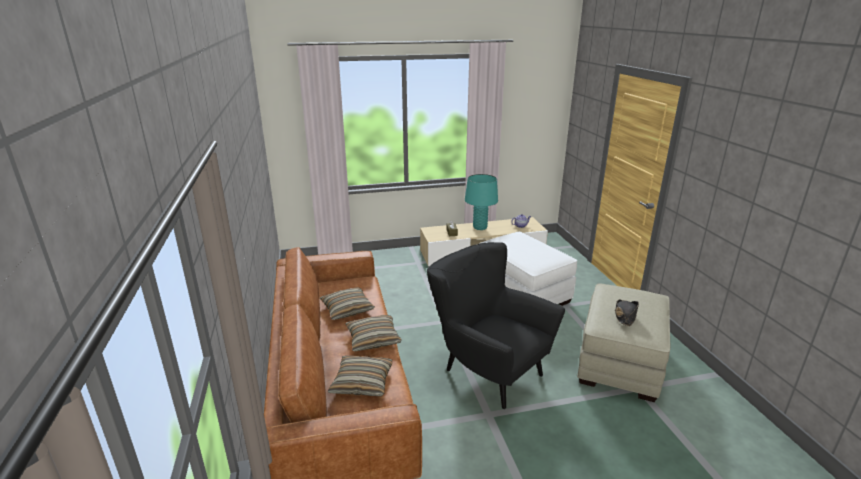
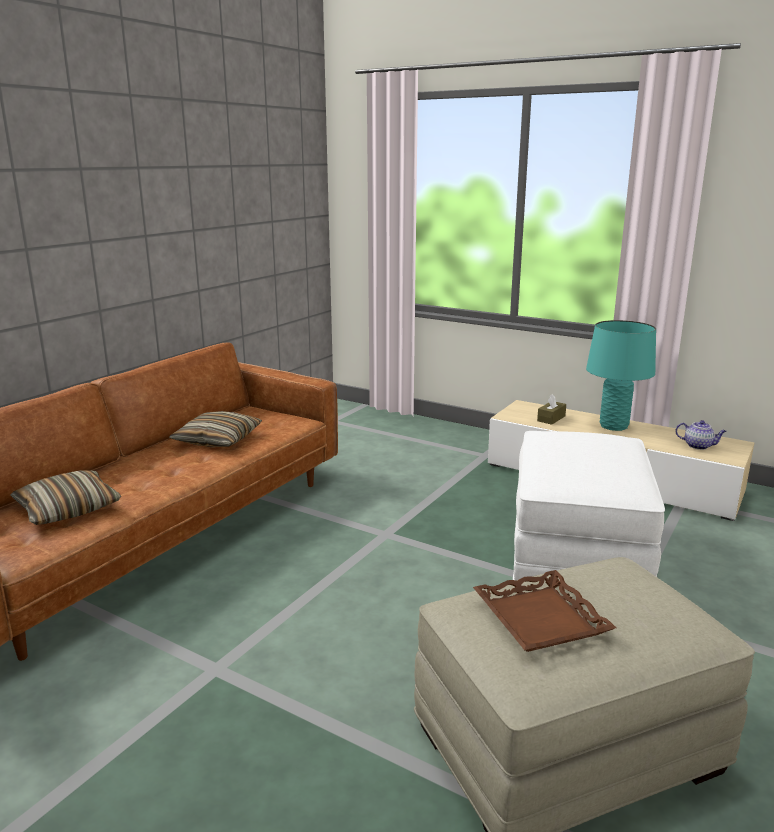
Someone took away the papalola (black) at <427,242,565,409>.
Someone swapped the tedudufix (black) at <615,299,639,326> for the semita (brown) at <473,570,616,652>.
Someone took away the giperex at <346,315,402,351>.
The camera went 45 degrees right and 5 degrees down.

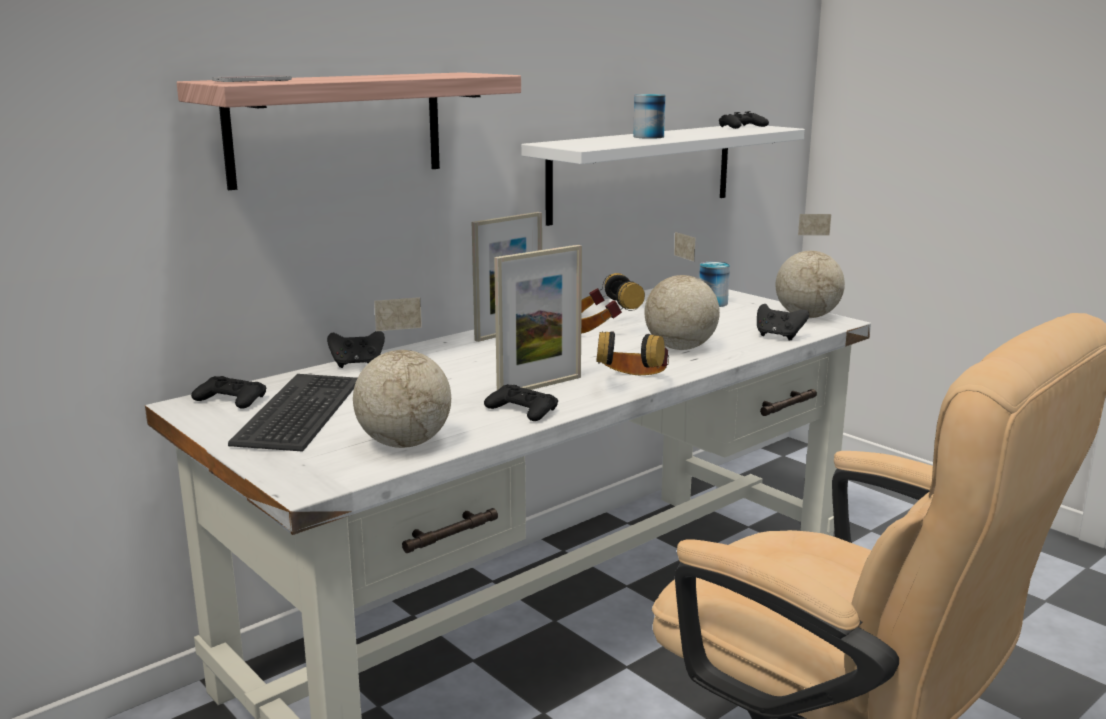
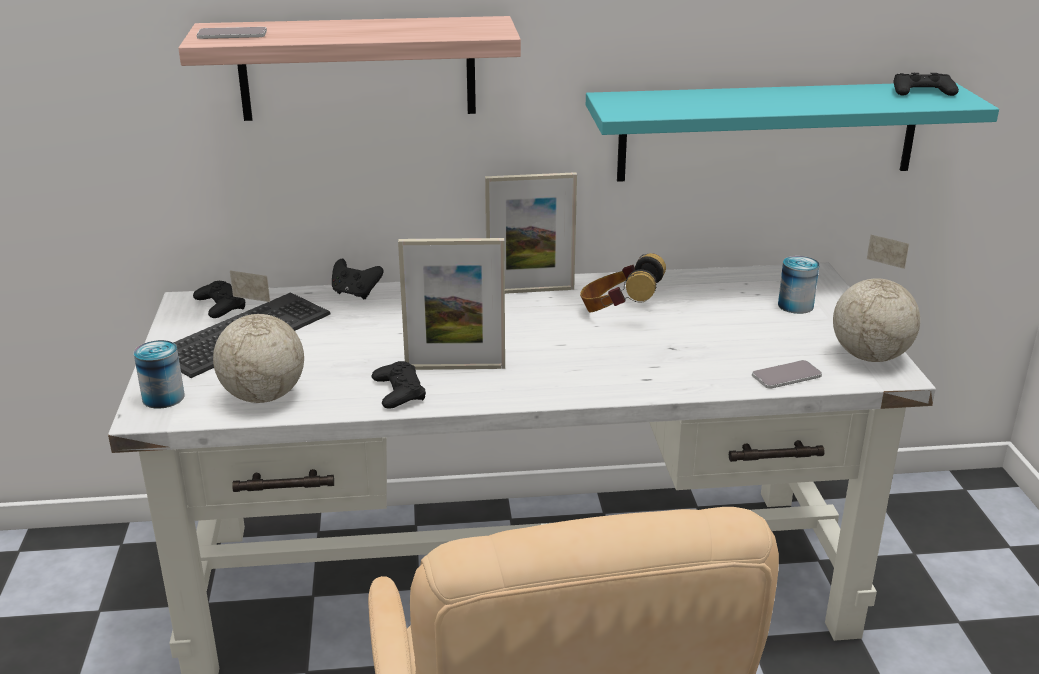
Someone carried the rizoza from <633,94,666,139> to <134,340,185,409>.
Someone repainted the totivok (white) at <521,124,805,226>, which became the totivok (turquoise) at <586,82,999,182>.
Someone took away the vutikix at <645,232,720,350>.
Someone swapped the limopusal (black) at <757,304,809,341> for the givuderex at <752,360,822,389>.
Someone took away the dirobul at <596,331,669,375>.
The camera went 35 degrees right and 10 degrees up.

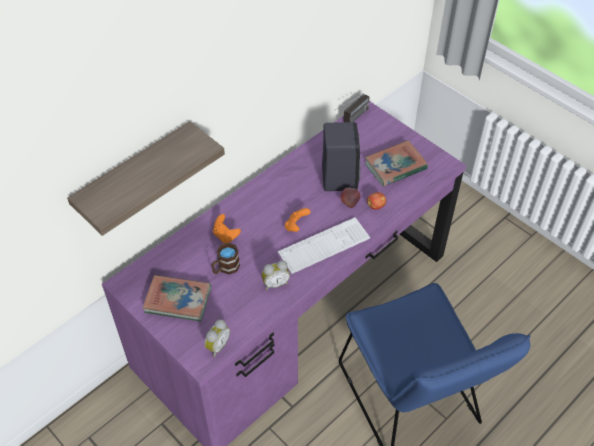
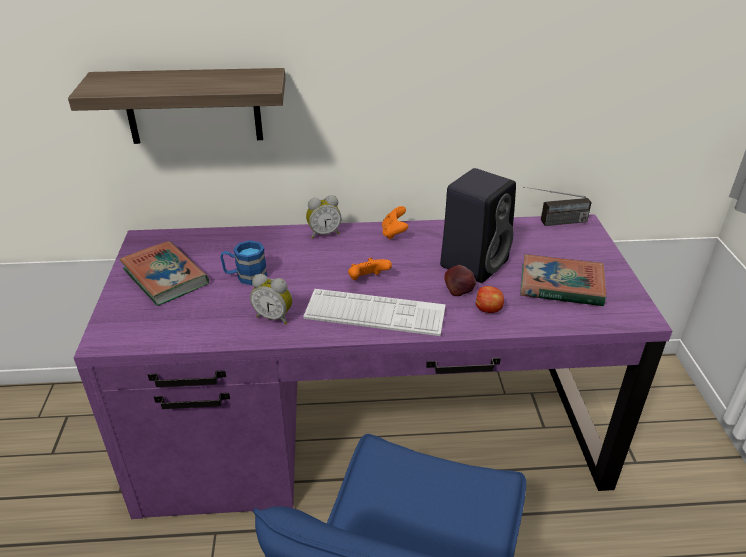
Someone carried the limopusal (orange) from <213,214,241,243> to <382,206,408,240>.
Someone repainted the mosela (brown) at <212,242,240,275>, which became the mosela (blue) at <220,240,268,285>.
Someone carried the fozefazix from <204,319,230,357> to <306,195,342,239>.
The camera went 40 degrees right and 15 degrees down.

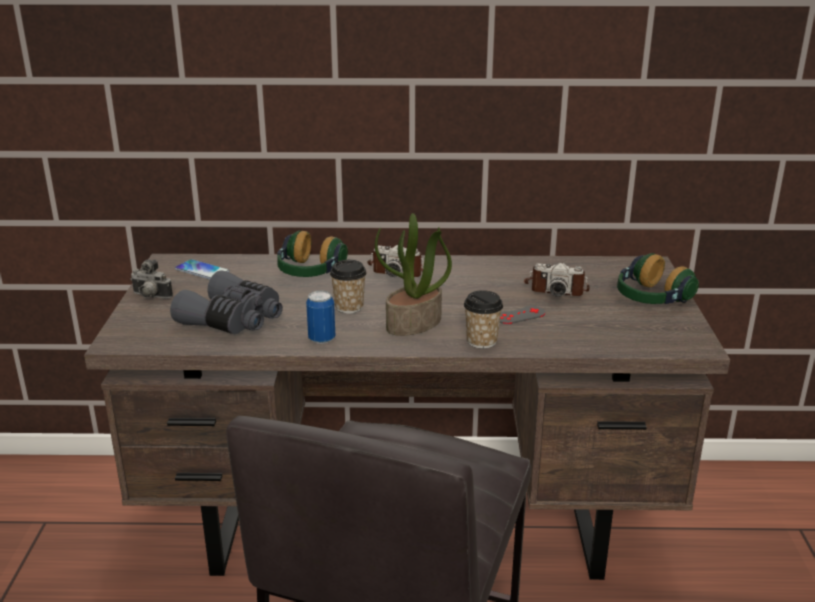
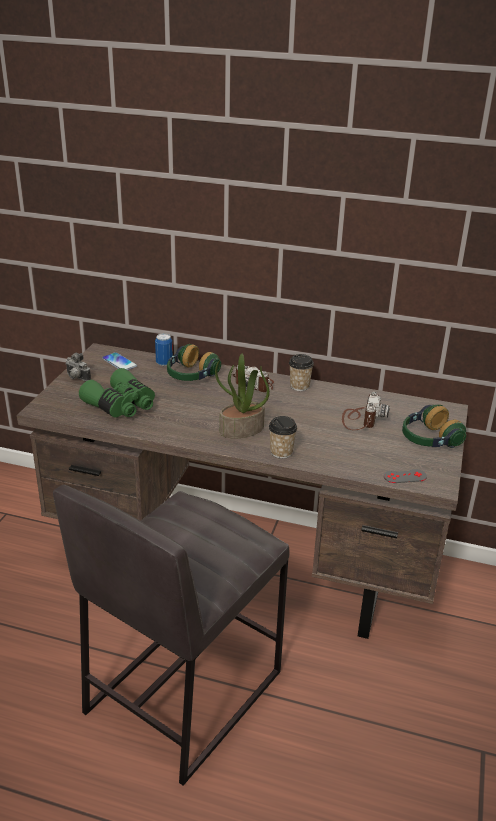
Someone carried the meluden from <330,260,367,314> to <289,354,314,391>.
Someone rotated the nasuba at <524,262,590,297> by 105 degrees counterclockwise.
Someone repainted the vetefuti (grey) at <170,270,283,334>, which became the vetefuti (green) at <79,368,155,417>.
Someone carried the rizoza from <306,290,335,344> to <155,333,173,366>.
Someone carried the limopusal (grey) from <500,306,545,324> to <384,469,427,483>.
The camera went 15 degrees right and 5 degrees up.

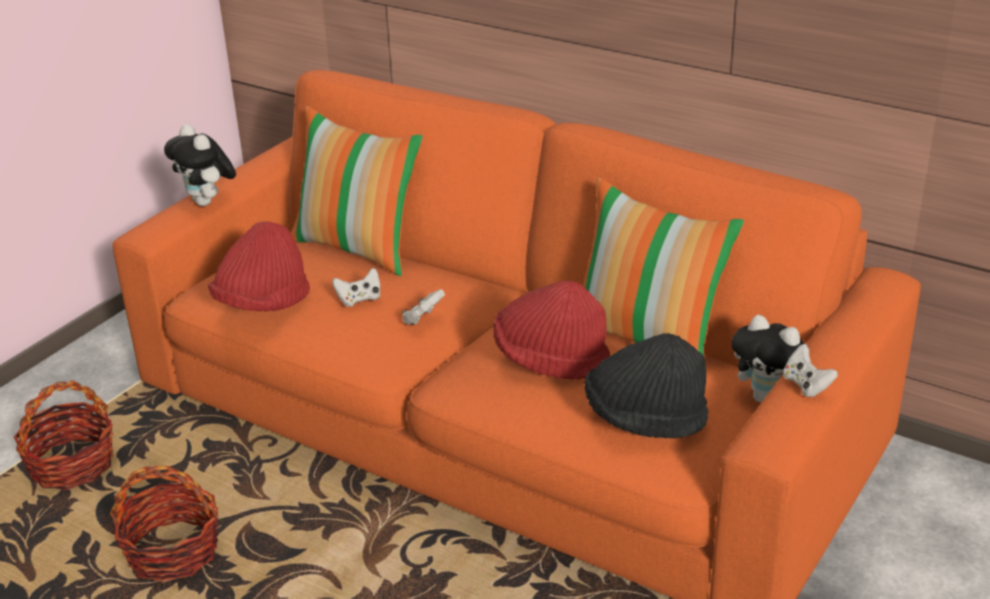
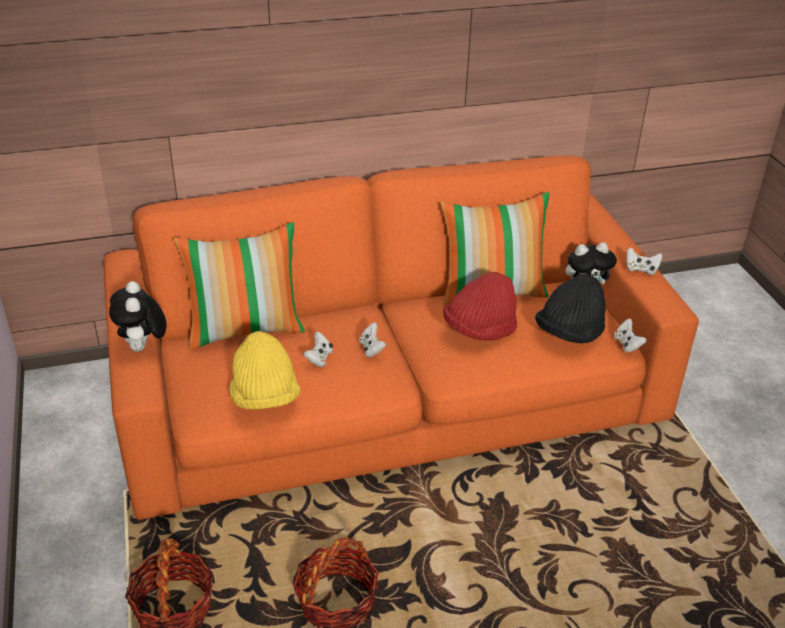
Someone rotated the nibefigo at <164,124,236,206> by 75 degrees clockwise.
Someone repainted the tedudufix (red) at <208,221,310,312>, which became the tedudufix (yellow) at <229,331,301,409>.
Someone put down the limopusal (white) at <614,319,647,353>.
The camera went 50 degrees left and 5 degrees up.

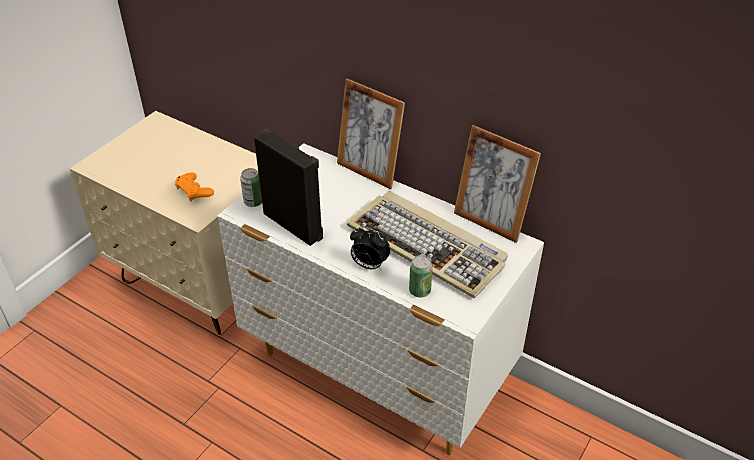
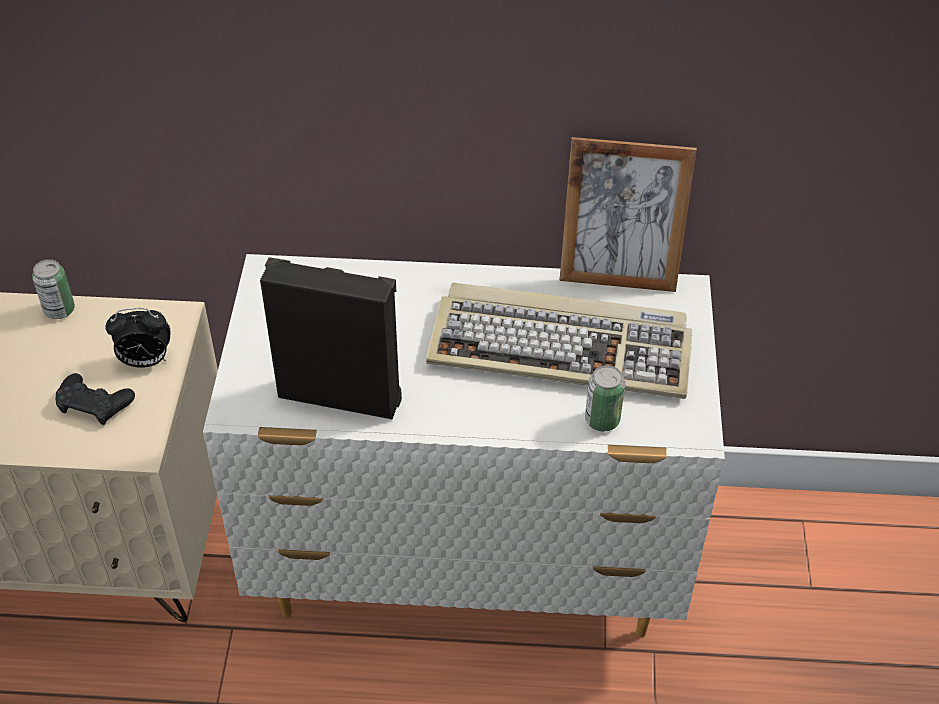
Someone took away the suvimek at <337,78,405,189>.
Someone carried the rizoza from <240,168,262,207> to <32,259,75,319>.
Someone repainted the limopusal (orange) at <175,172,214,202>, which became the limopusal (black) at <56,373,135,425>.
Someone carried the fozefazix from <350,227,390,270> to <105,308,171,368>.
The camera went 30 degrees left and 5 degrees up.

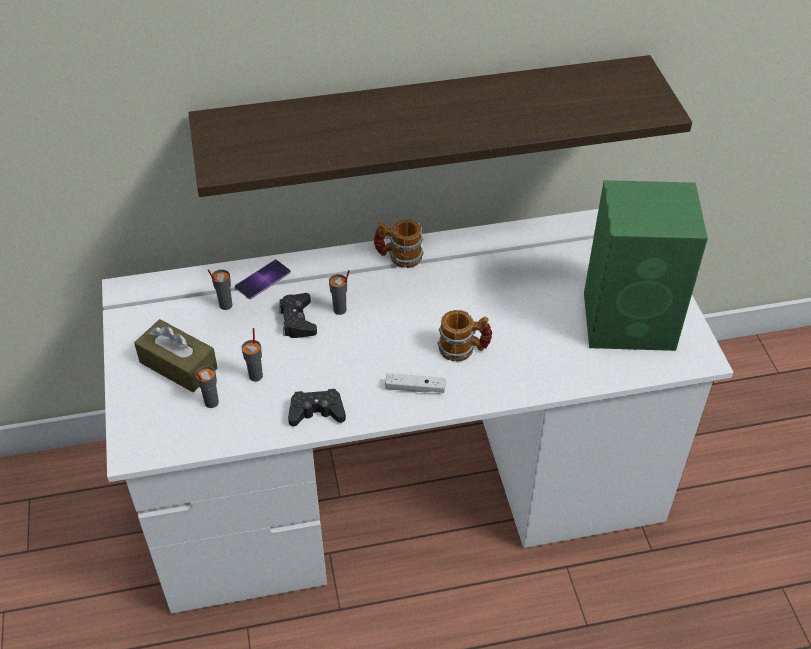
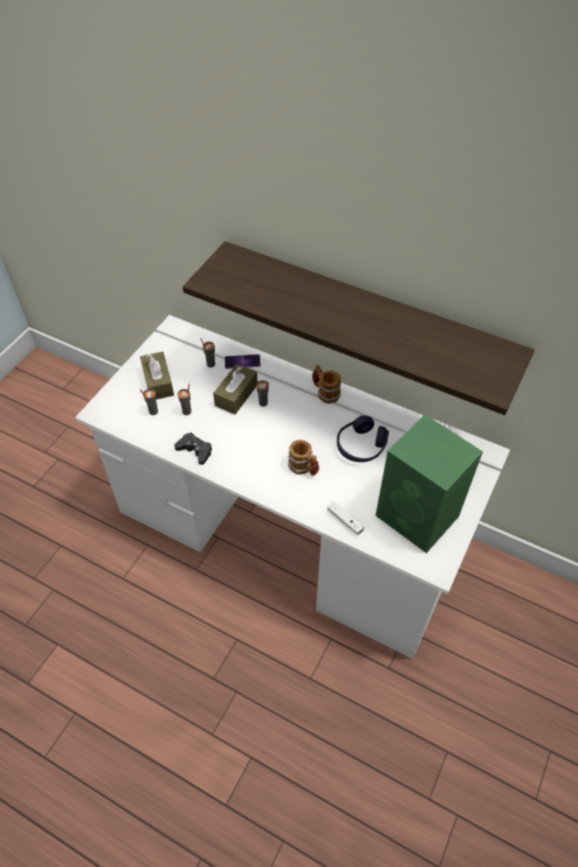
Someone swapped the limopusal (black) at <279,293,317,338> for the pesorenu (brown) at <213,364,258,415>.
Someone carried the limopusal (white) from <385,373,446,393> to <327,501,364,535>.
Someone put down the dirobul (purple) at <337,415,389,462>.
The camera went 40 degrees right and 5 degrees up.

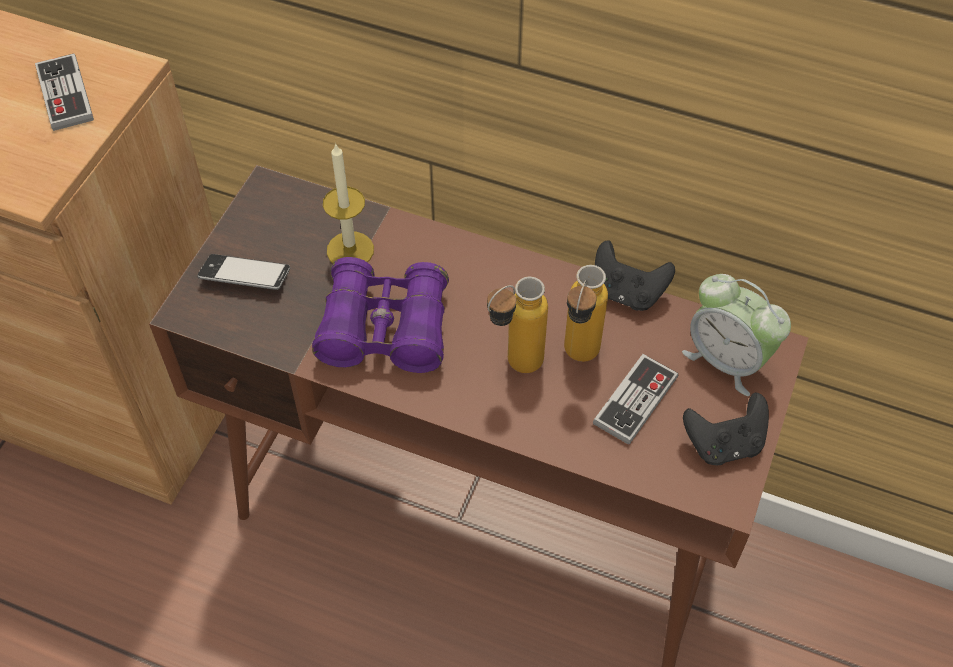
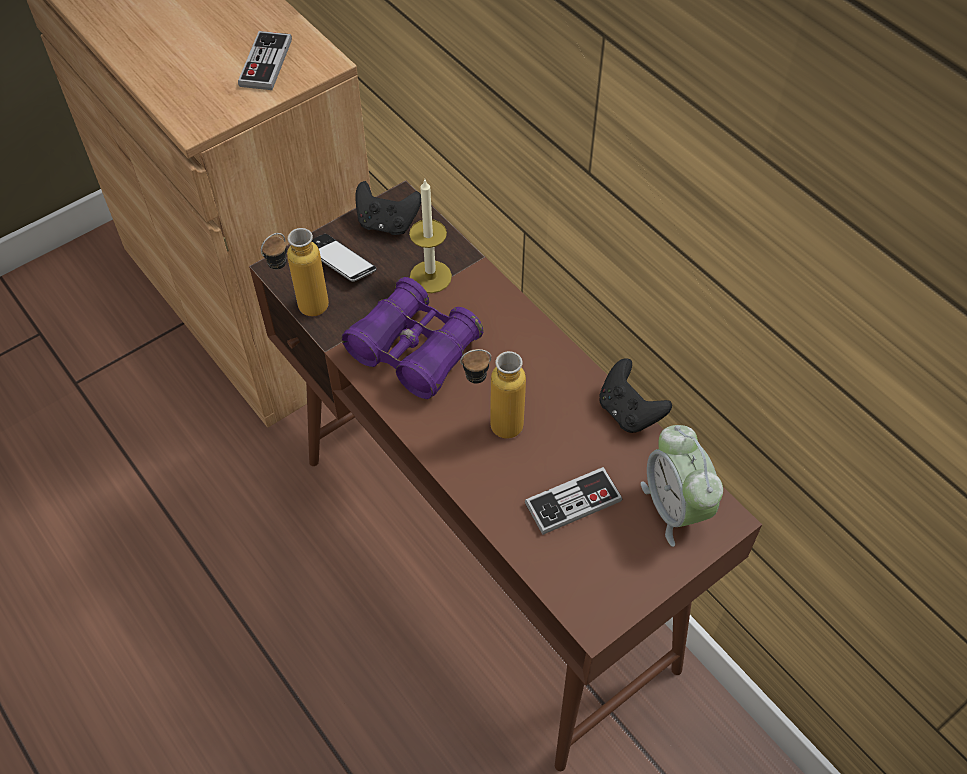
Someone carried the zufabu from <564,265,608,362> to <261,228,329,316>.
Someone carried the limopusal (black) from <683,392,769,465> to <355,181,421,235>.
The camera went 30 degrees right and 0 degrees up.

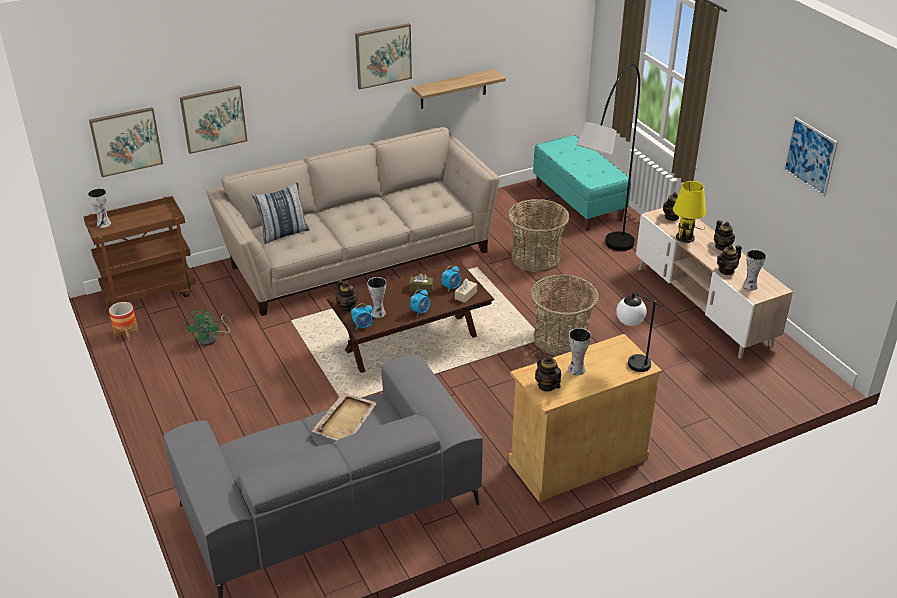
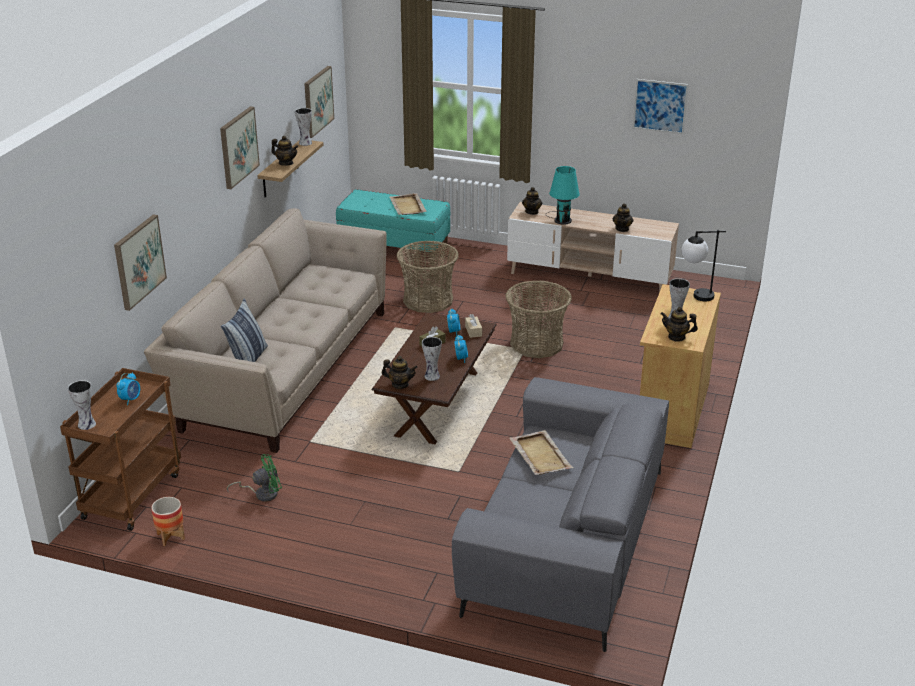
Someone took away the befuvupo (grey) at <576,64,640,251>.
Someone carried the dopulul from <89,107,163,177> to <304,66,334,138>.
Someone repainted the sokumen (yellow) at <673,181,706,243>, which became the sokumen (turquoise) at <545,166,580,225>.
Someone carried the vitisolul from <714,220,735,251> to <271,136,298,166>.
Someone carried the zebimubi from <743,250,766,290> to <295,108,312,146>.
Someone carried the fozefazix from <351,303,373,330> to <116,373,140,405>.
Someone rotated the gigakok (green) at <186,309,232,346> by 75 degrees counterclockwise.
Someone put down the semita (beige) at <390,193,427,215>.
The camera went 45 degrees left and 5 degrees down.

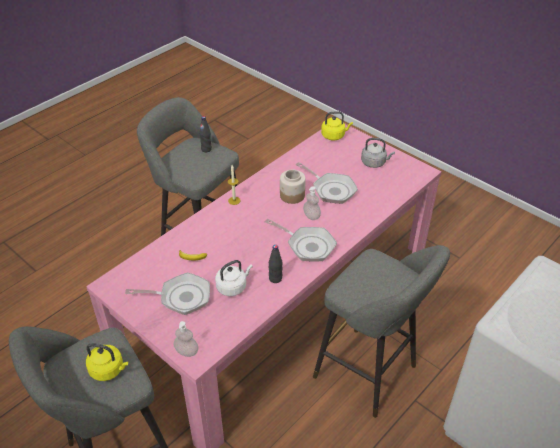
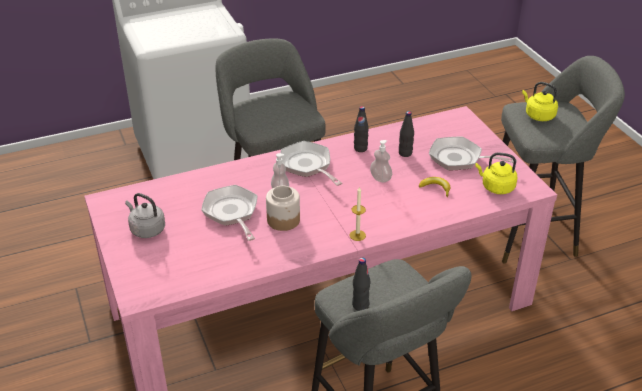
Someone carried the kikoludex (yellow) from <321,111,353,140> to <475,152,517,194>.
Someone swapped the kikoludex (white) at <215,260,253,296> for the zufabu (black) at <399,111,414,157>.
Someone carried the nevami from <174,321,199,357> to <370,140,392,183>.
The camera went 155 degrees left and 5 degrees down.

